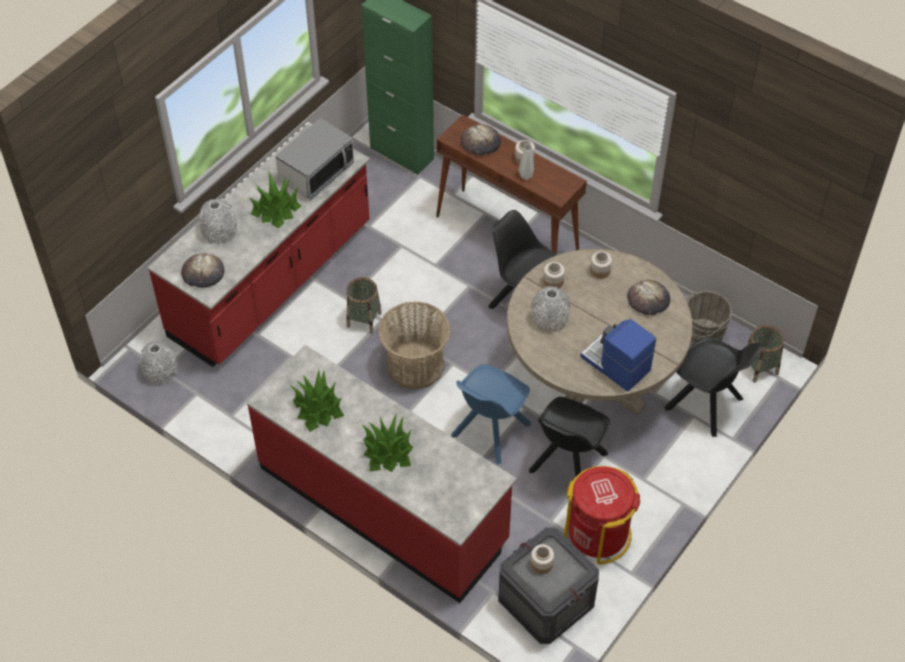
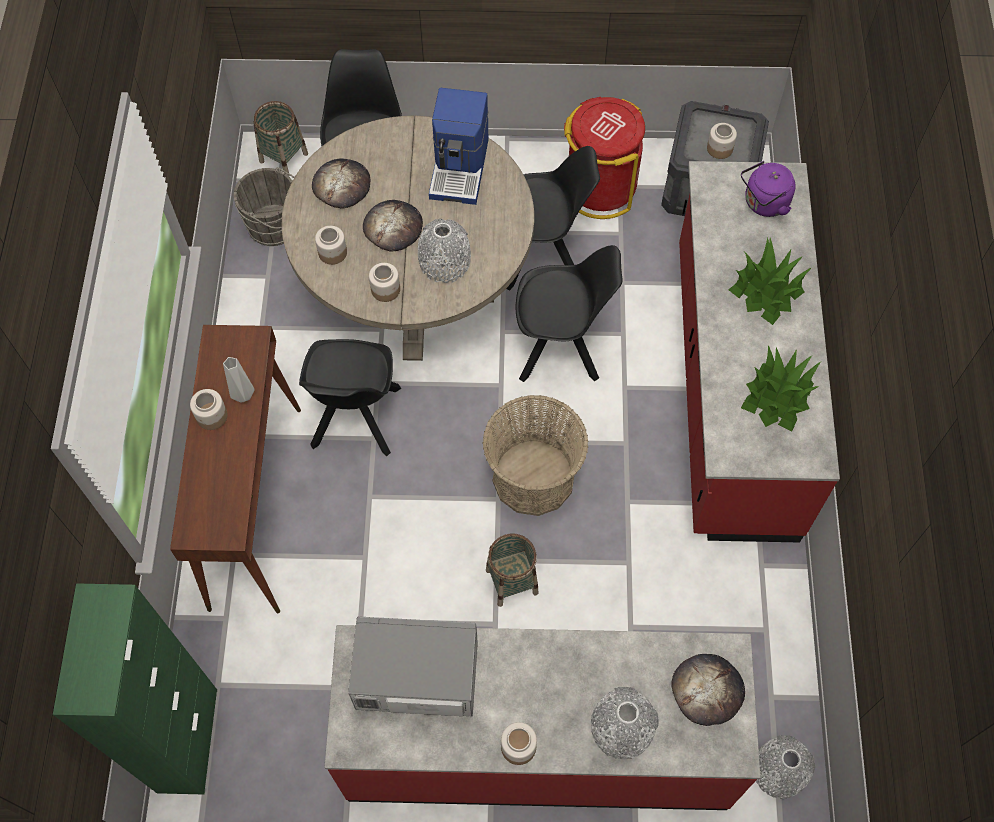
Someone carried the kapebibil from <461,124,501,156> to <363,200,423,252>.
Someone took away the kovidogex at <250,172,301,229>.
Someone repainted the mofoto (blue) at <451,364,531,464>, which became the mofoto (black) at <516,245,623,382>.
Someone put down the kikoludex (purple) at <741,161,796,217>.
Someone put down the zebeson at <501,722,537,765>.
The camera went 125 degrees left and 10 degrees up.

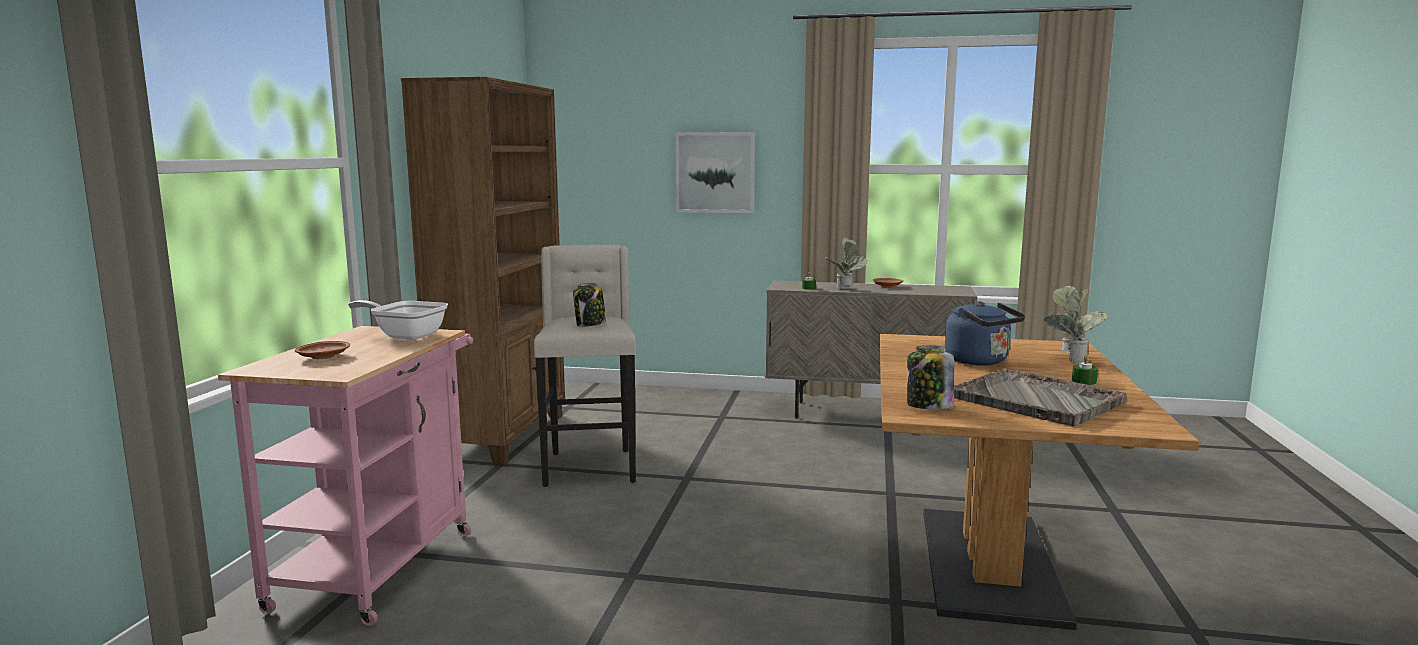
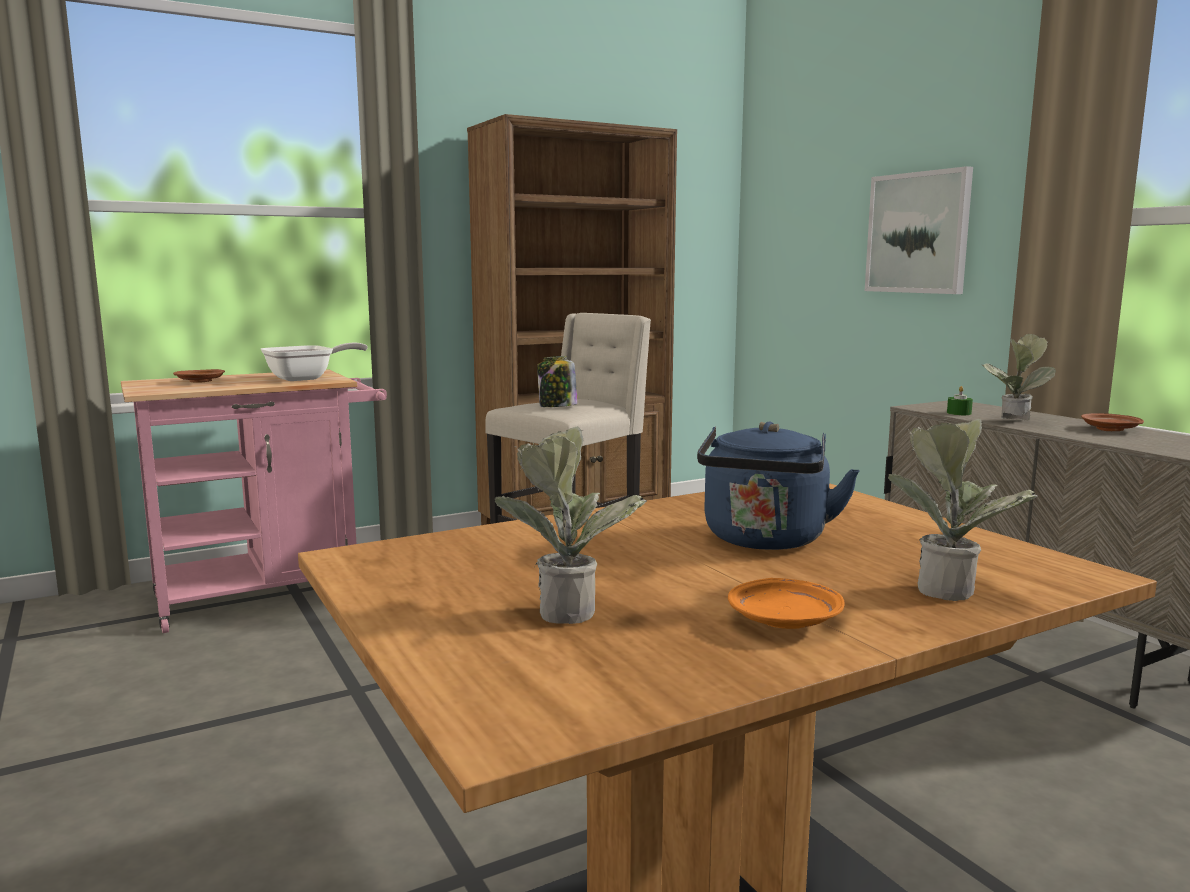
Someone rotated the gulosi at <348,300,448,340> by 75 degrees clockwise.
Someone took away the zebeson at <907,345,954,409>.
Someone swapped the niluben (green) at <1072,355,1098,385> for the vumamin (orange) at <728,578,845,629>.
Someone swapped the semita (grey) at <954,368,1127,426> for the kovidogex at <494,426,647,624>.
The camera went 50 degrees right and 0 degrees up.

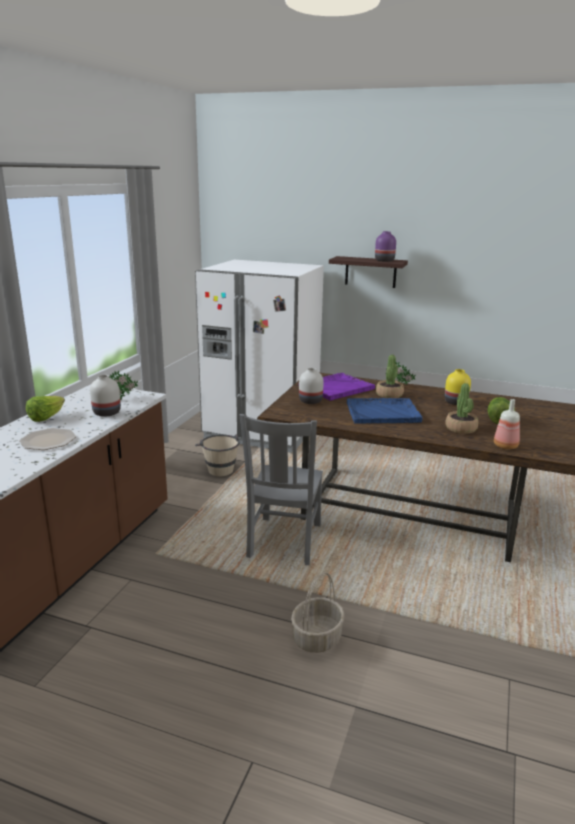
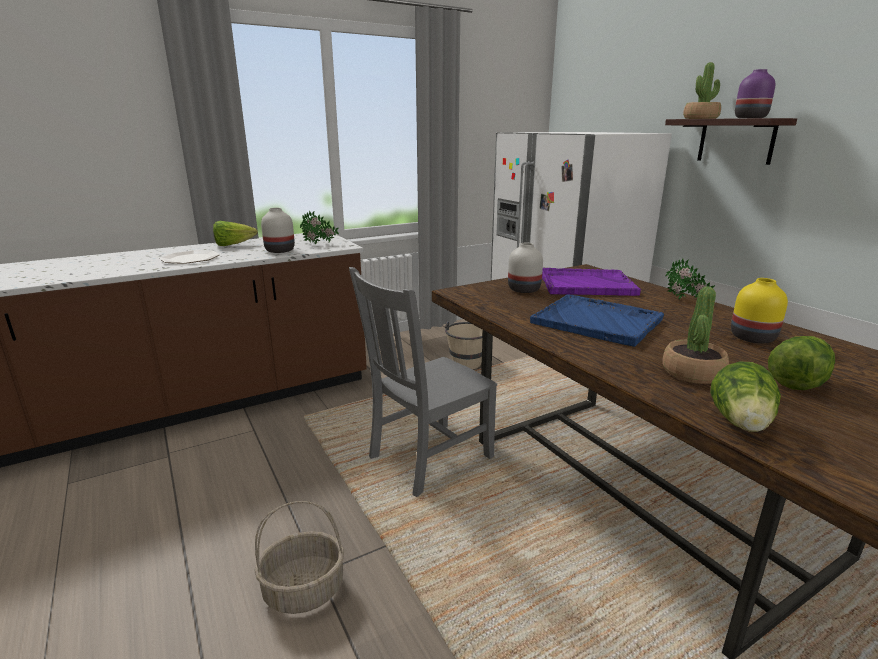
Someone carried the kovidogex from <376,355,404,398> to <683,62,721,119>.
Someone swapped the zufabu at <494,399,520,449> for the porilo at <710,362,781,432>.
The camera went 40 degrees right and 0 degrees up.

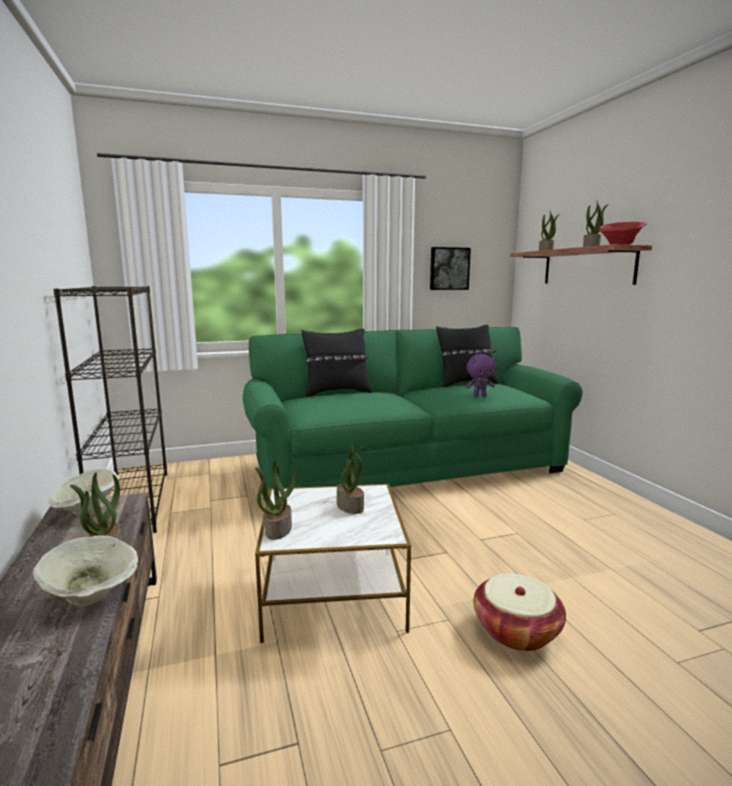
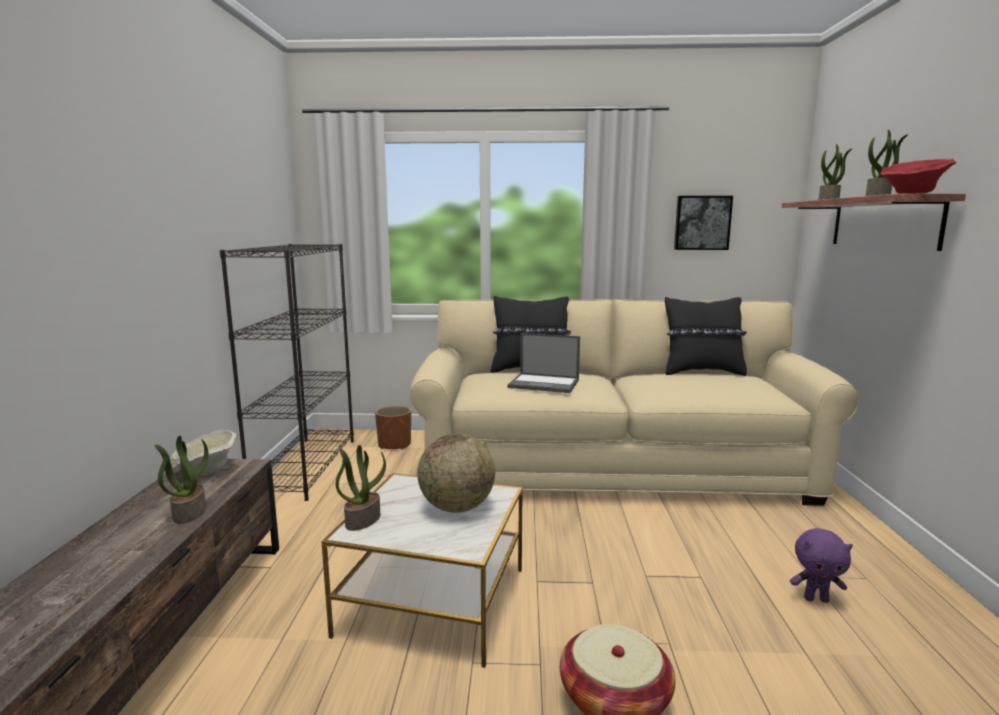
Someone repainted the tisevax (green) at <243,327,582,492>, which became the tisevax (beige) at <410,299,860,506>.
Someone carried the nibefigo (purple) from <466,354,496,397> to <790,528,853,603>.
Someone swapped the kovidogex at <337,444,364,514> for the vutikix at <417,433,495,513>.
Someone took away the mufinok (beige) at <33,536,138,606>.
Someone put down the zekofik at <508,333,580,393>.
Someone put down the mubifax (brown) at <375,405,411,450>.
The camera went 20 degrees right and 0 degrees up.

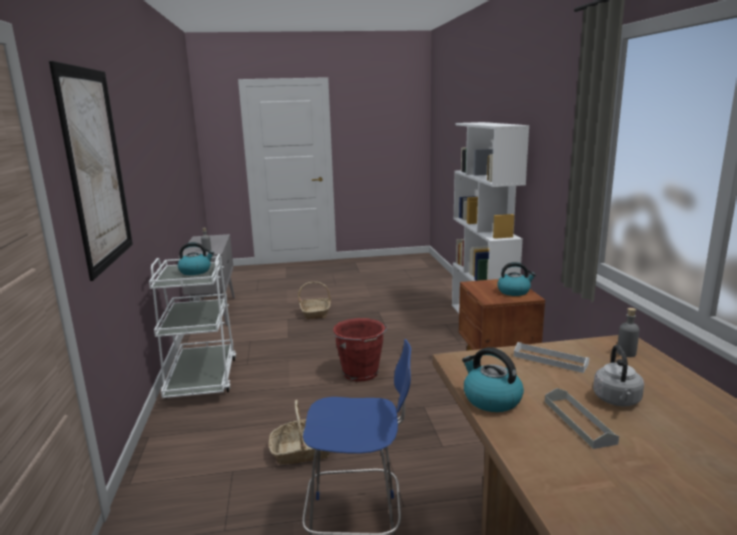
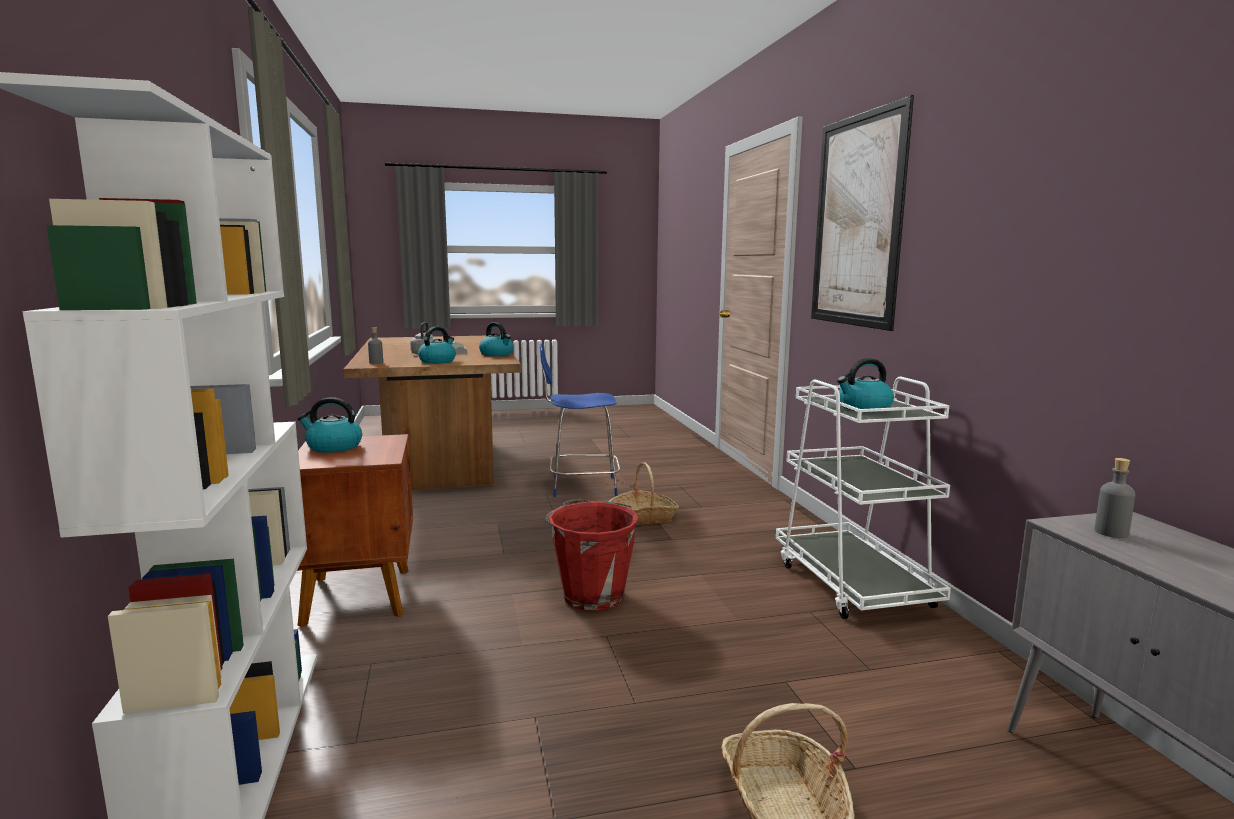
Someone swapped the semita (white) at <514,342,589,373> for the kikoludex at <418,327,456,364>.
The camera went 175 degrees right and 5 degrees down.

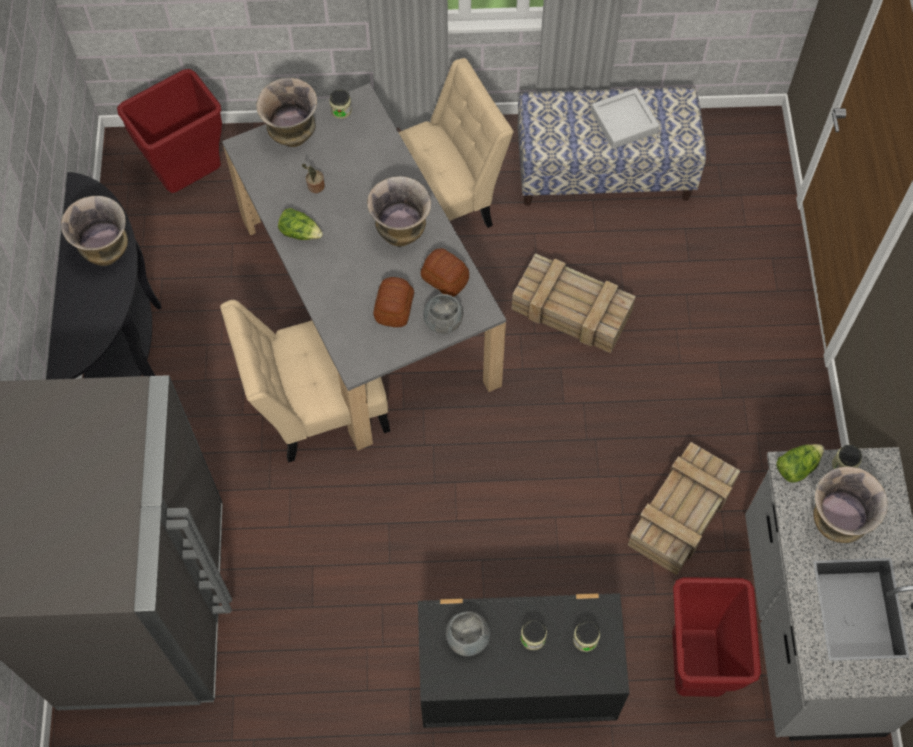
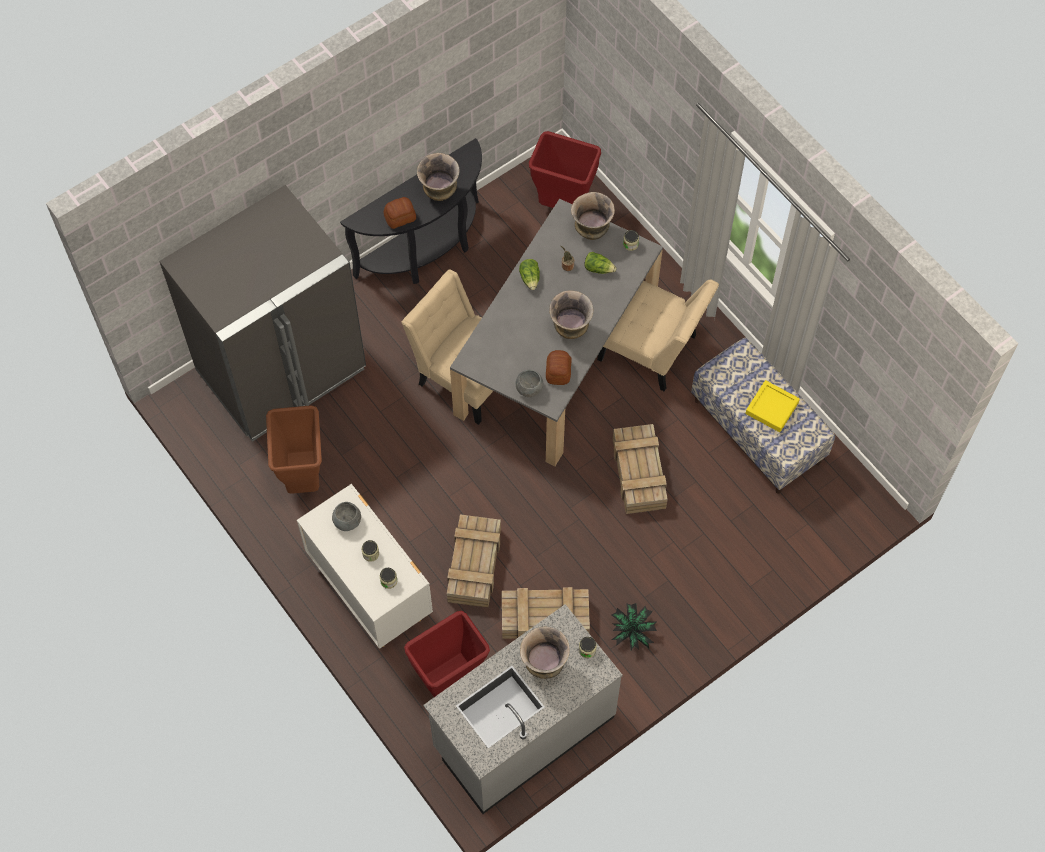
Someone repainted the semita (grey) at <591,88,660,149>, which became the semita (yellow) at <745,380,800,432>.
Someone carried the kapebibil from <373,277,414,327> to <384,197,416,229>.
Someone carried the porilo from <776,444,824,482> to <585,252,616,274>.
Someone repainted the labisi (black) at <418,593,629,728>, which became the labisi (white) at <297,484,433,649>.
Someone put down the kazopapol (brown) at <266,405,322,494>.
Someone put down the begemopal at <447,514,501,608>.
Someone put down the kovidogex at <611,603,657,650>.
The camera went 55 degrees right and 0 degrees up.

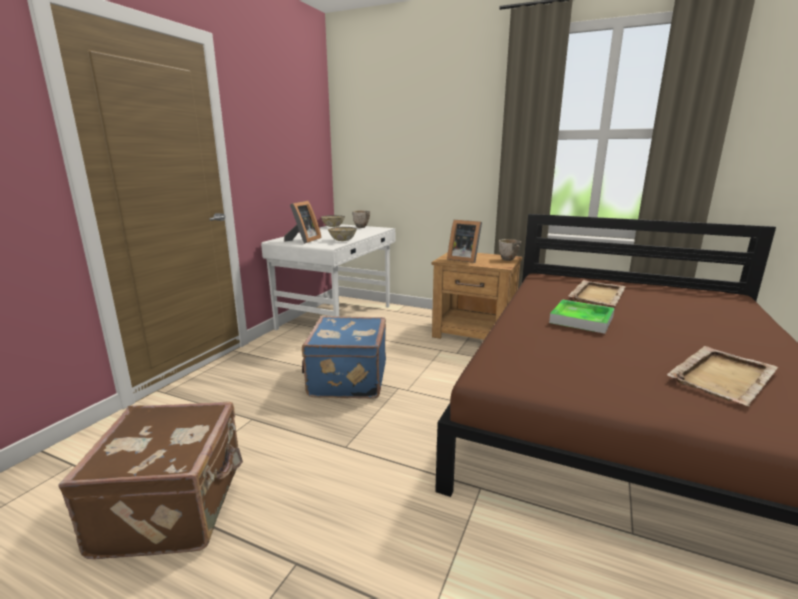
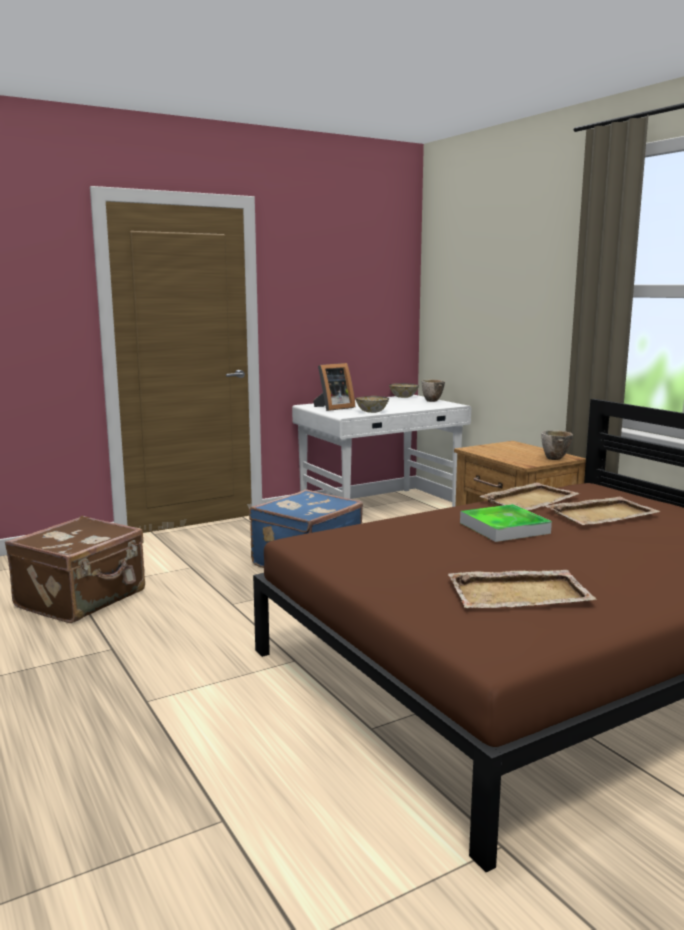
Someone took away the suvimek at <447,220,482,263>.
Someone put down the semita (beige) at <480,482,580,510>.
The camera went 35 degrees right and 5 degrees down.

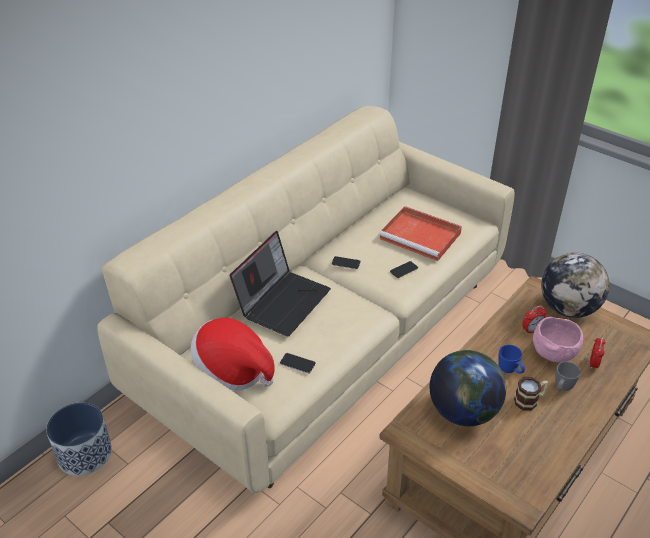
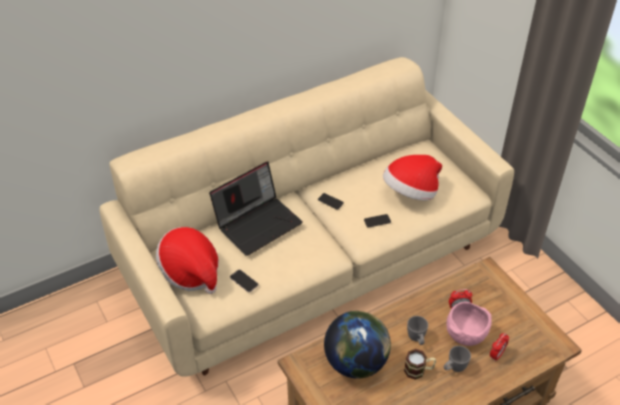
Someone swapped the semita (red) at <379,206,462,261> for the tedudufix at <383,155,442,200>.
Someone took away the vutikix at <541,253,609,318>.
Someone repainted the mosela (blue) at <498,345,525,374>, which became the mosela (grey) at <407,316,428,345>.
Someone took away the mubifax at <46,403,112,476>.
The camera went 20 degrees right and 5 degrees up.

